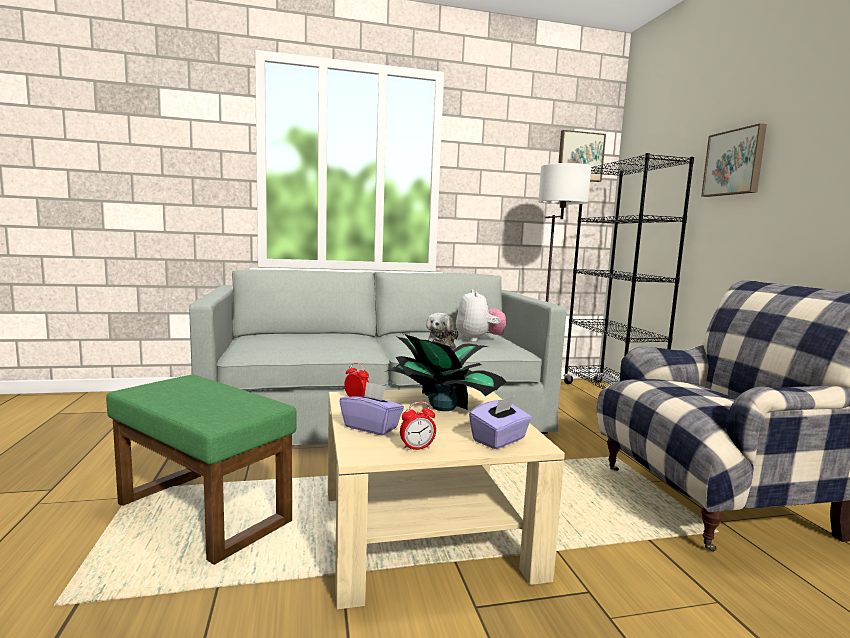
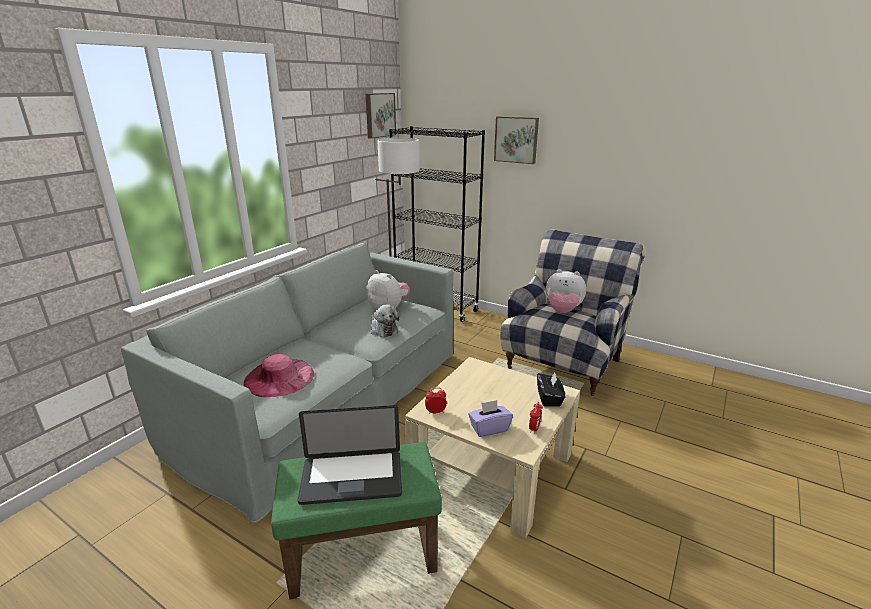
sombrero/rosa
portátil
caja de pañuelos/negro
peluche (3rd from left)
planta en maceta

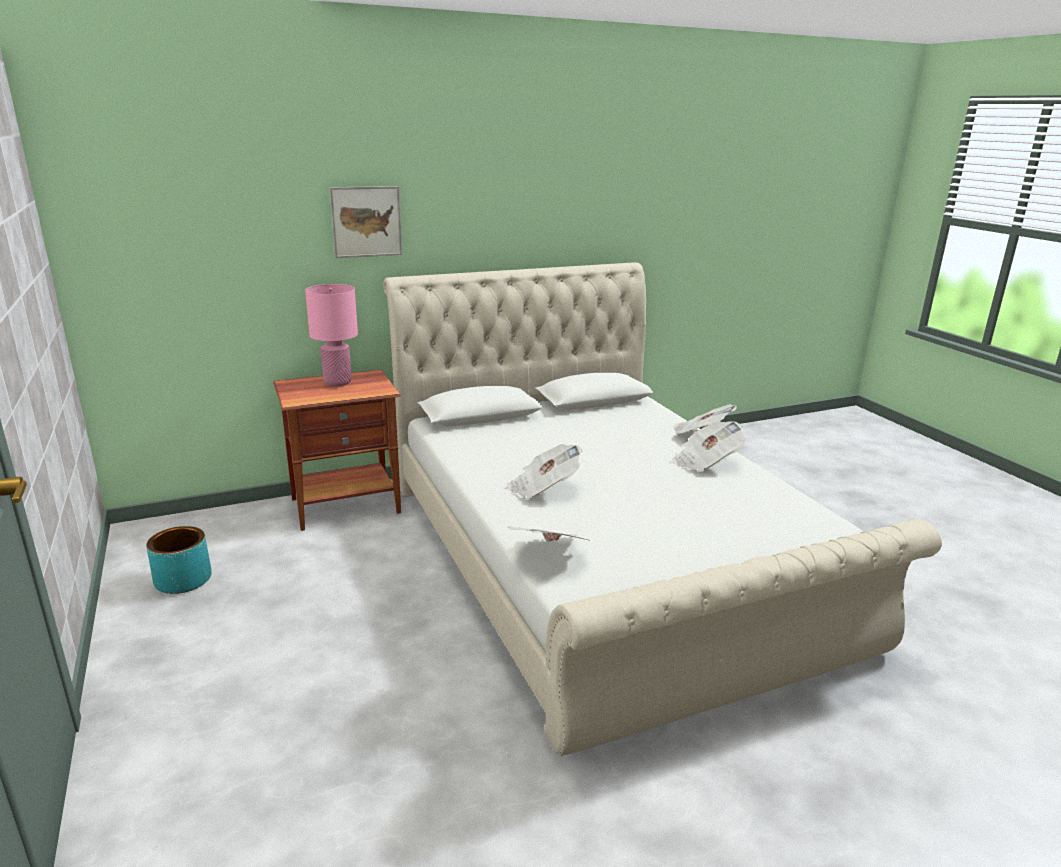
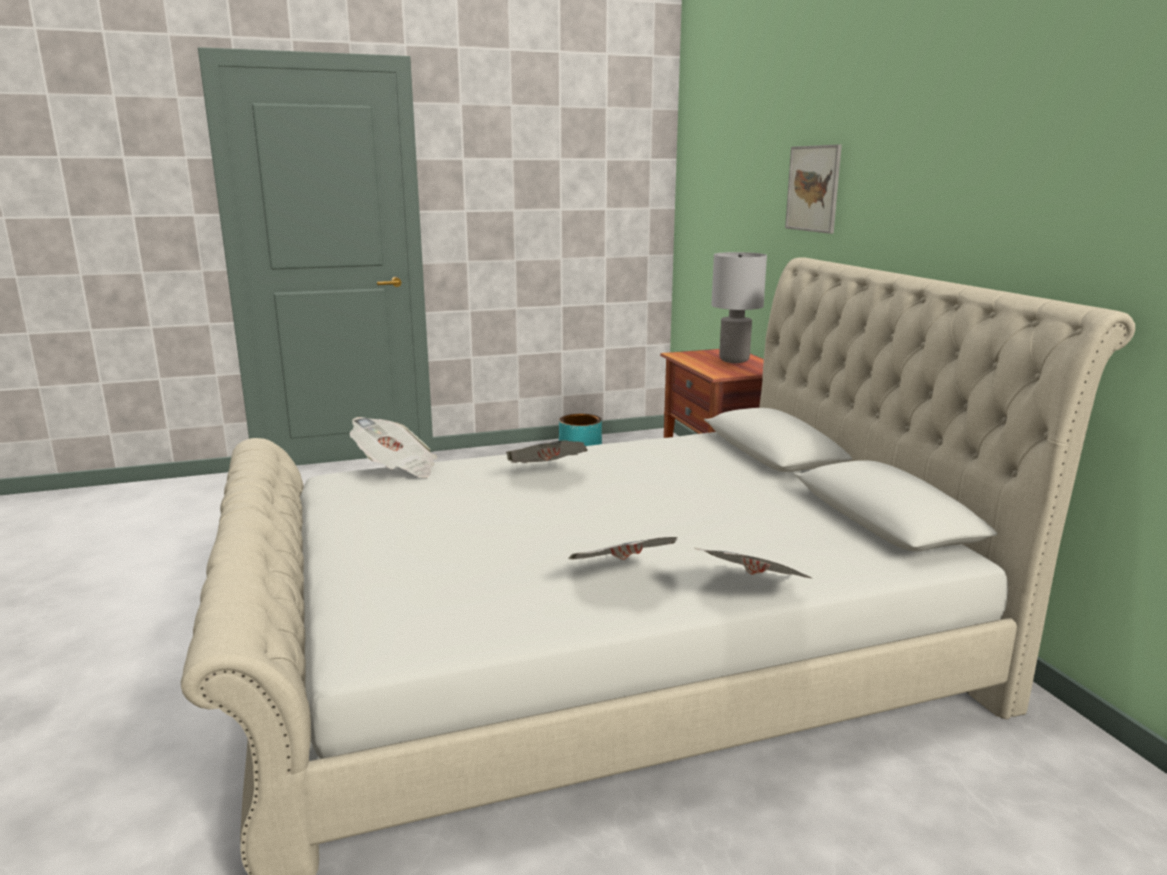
lámpara de mesa/gris

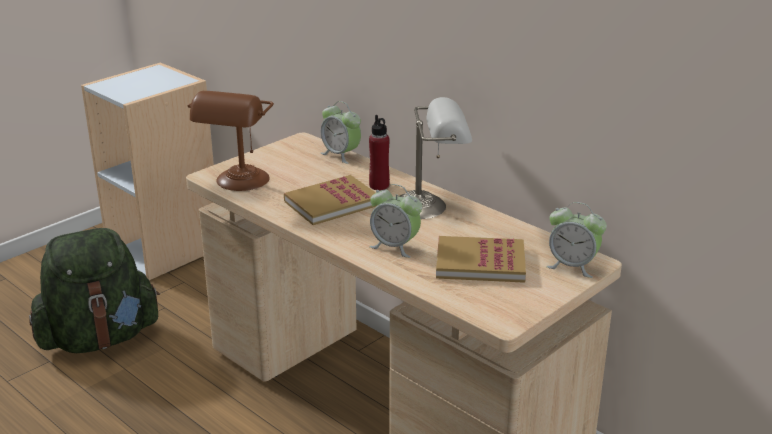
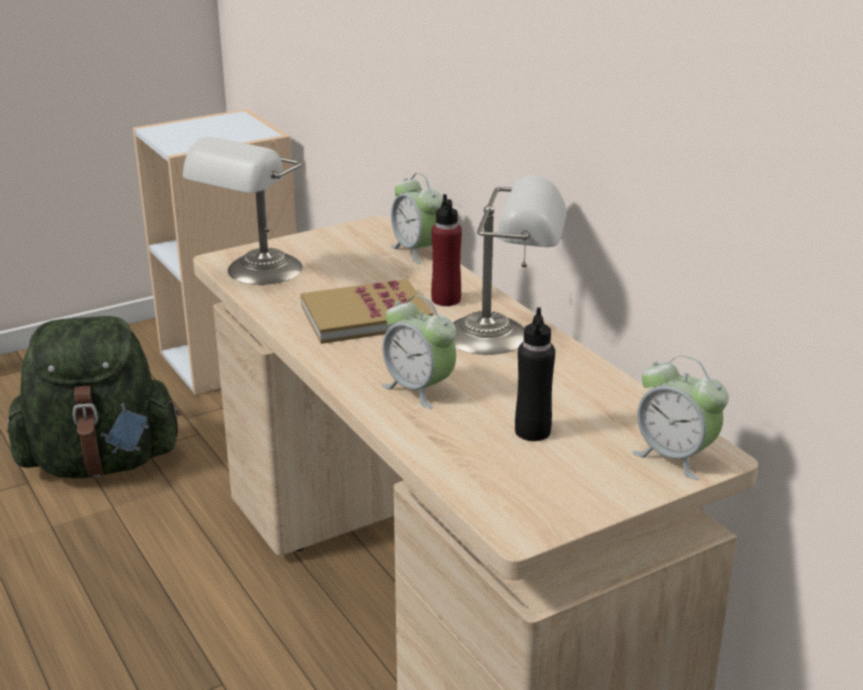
lámpara de mesa/blanco (1st from left)
botella/negro

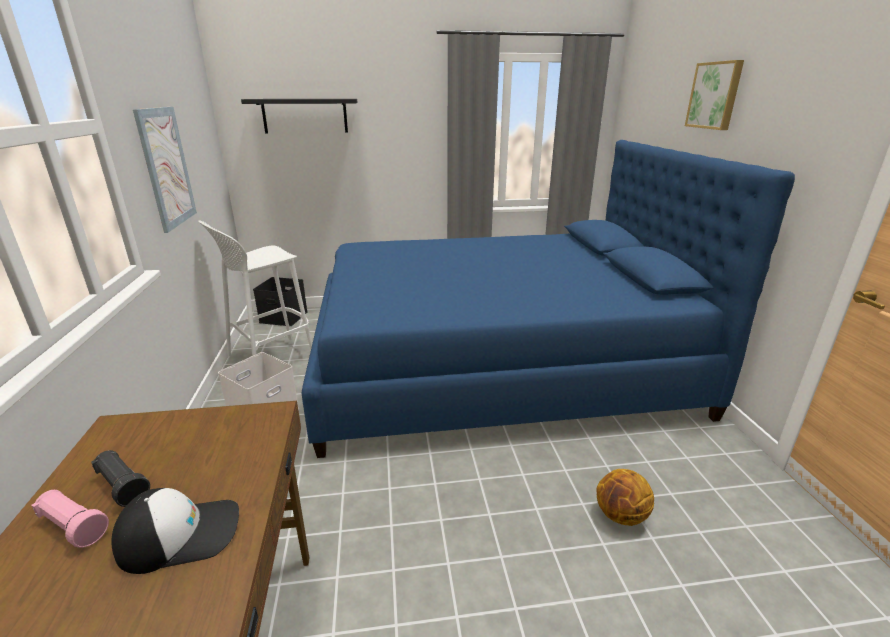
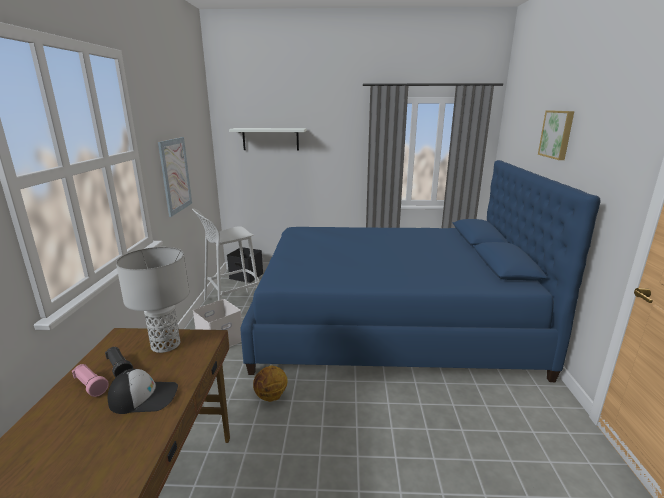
lámpara de mesa/blanco
estante/blanco
balón de baloncesto

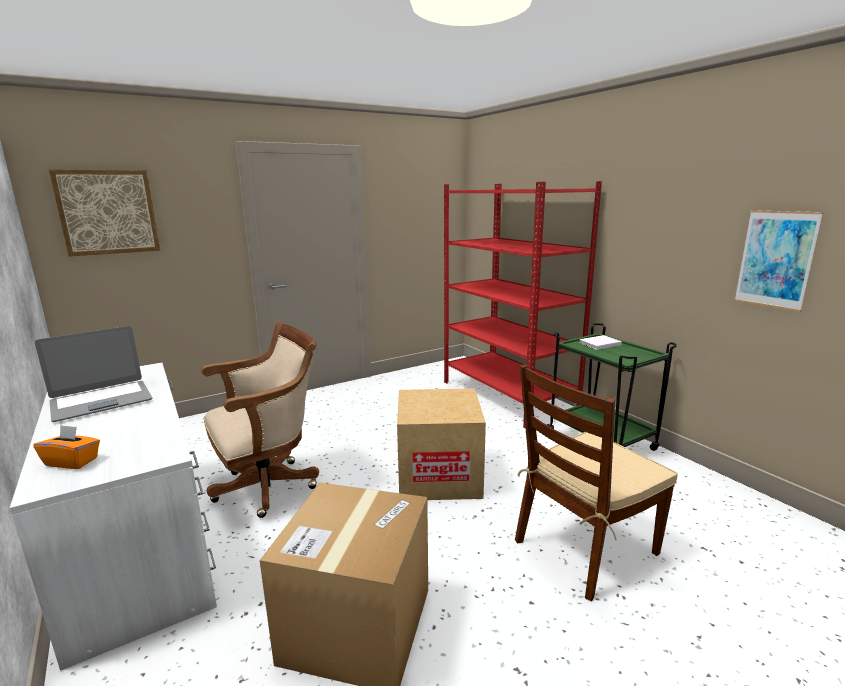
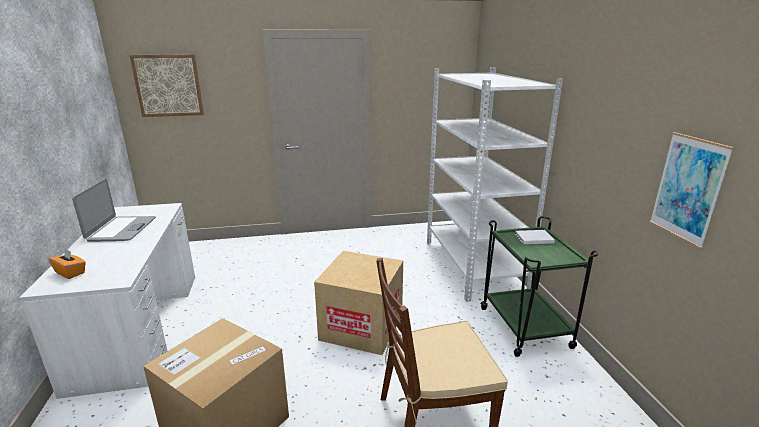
portátil
estantería/blanco
silla de oficina

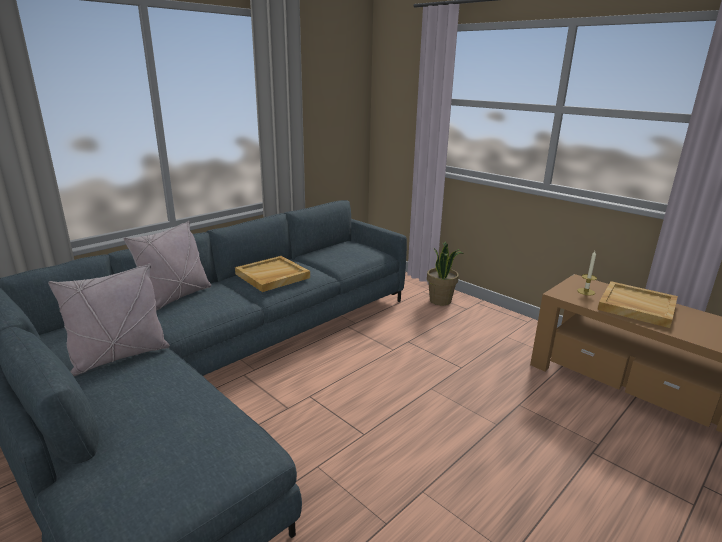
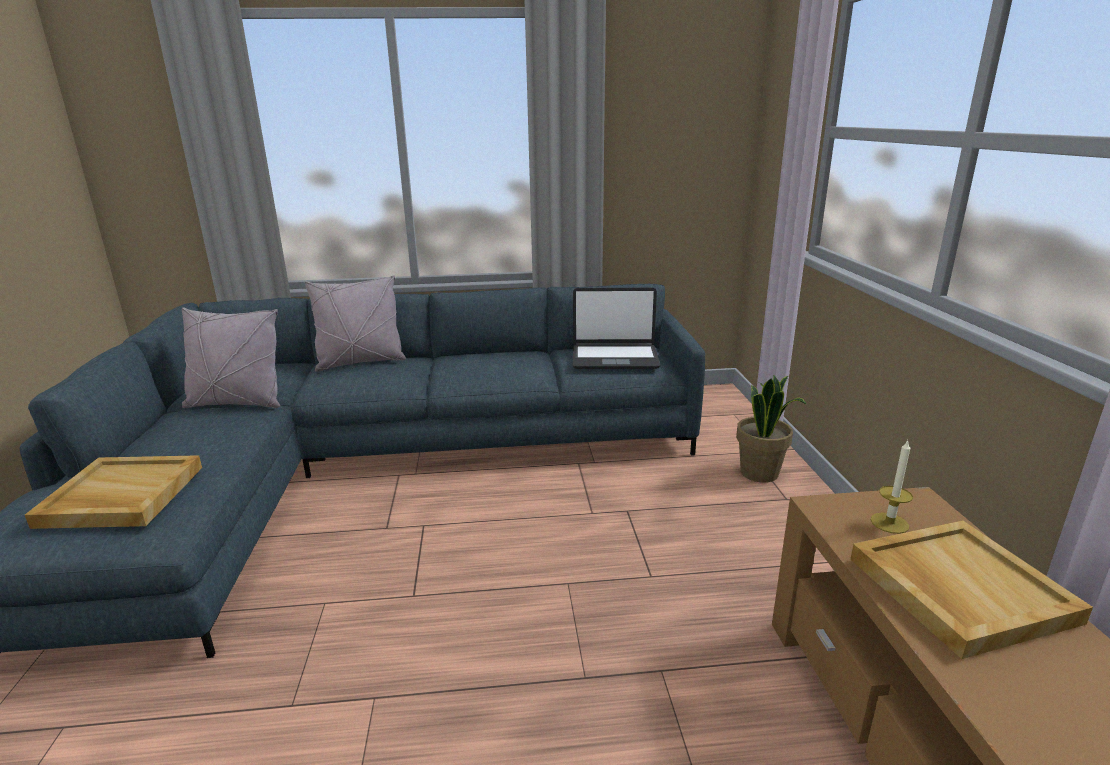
bandeja/beis (1st from left)
portátil

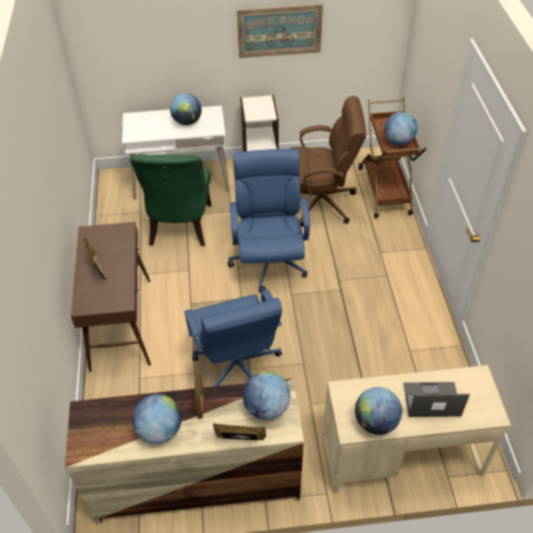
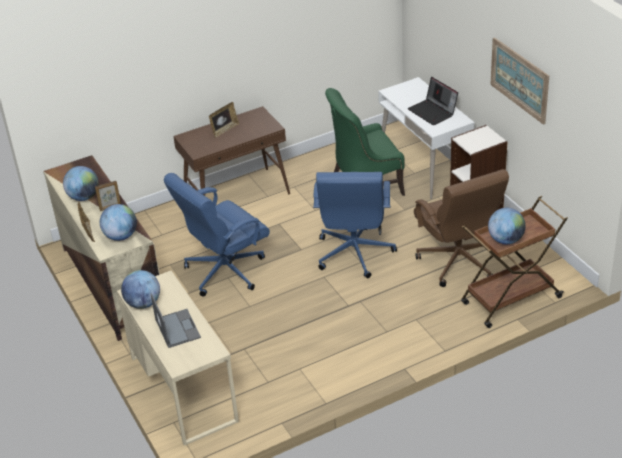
silla de oficina/azul (2nd from left)
portátil (2nd from left)

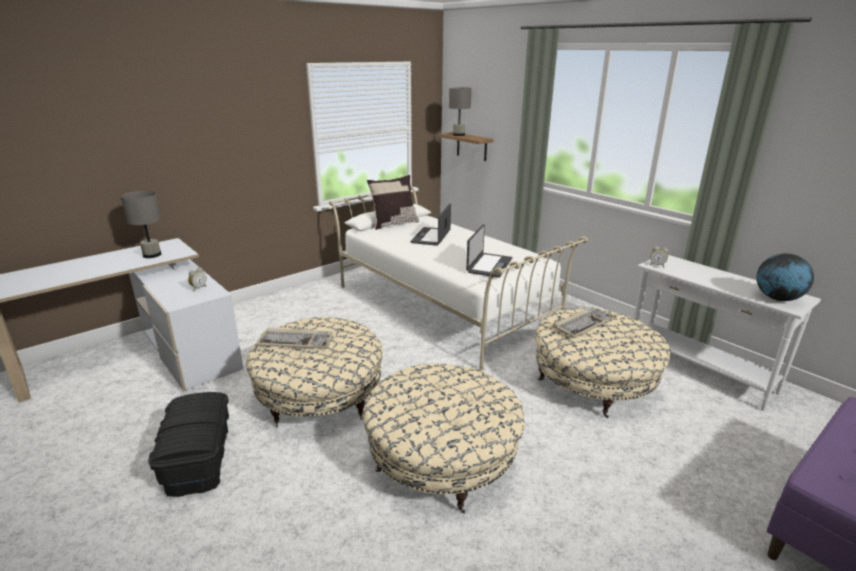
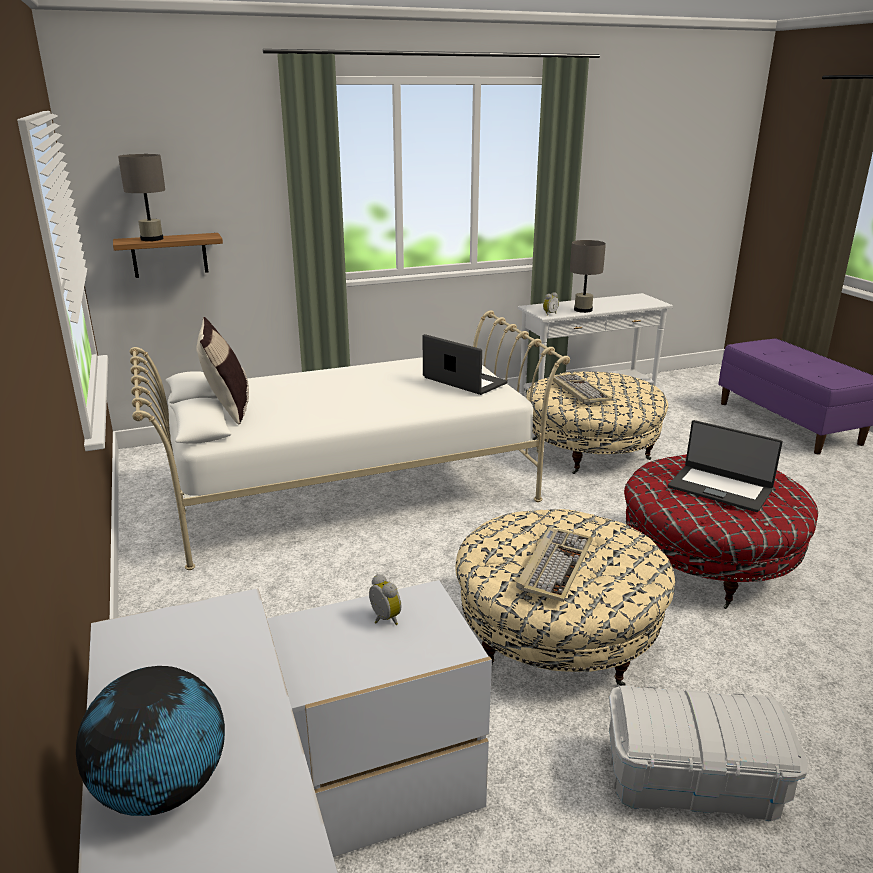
globo terráqueo
lámpara de mesa/gris (2nd from left)
caja de almacenaje/blanco
puf/rojo
portátil (2nd from left)

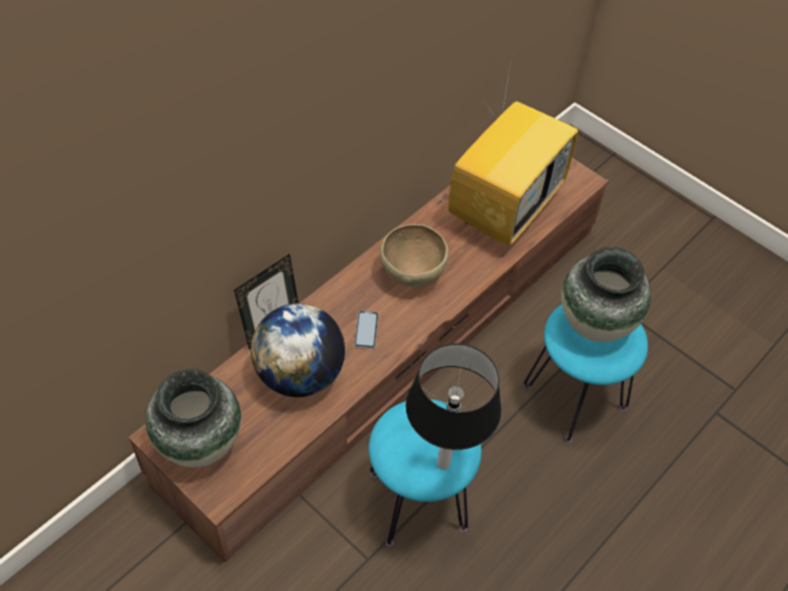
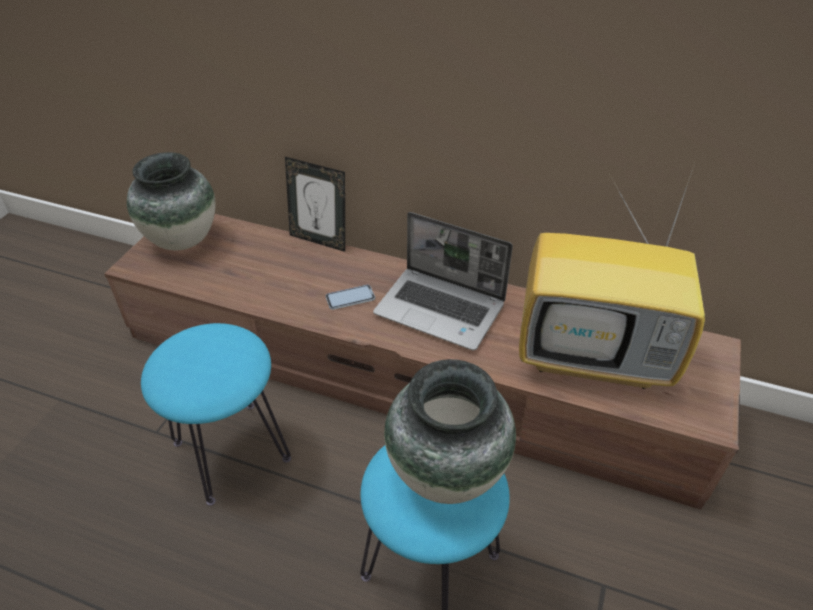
portátil
globo terráqueo
lámpara de mesa

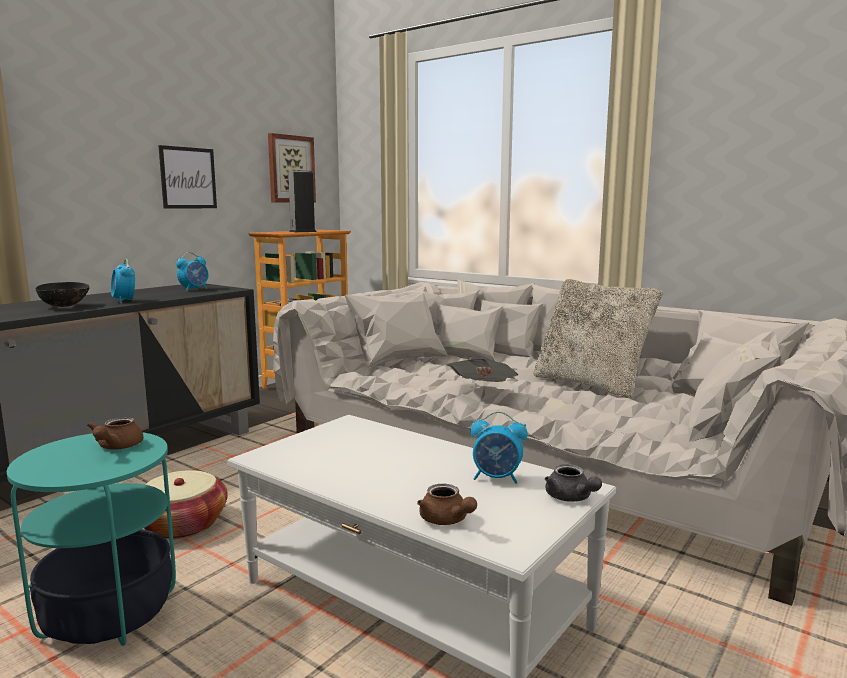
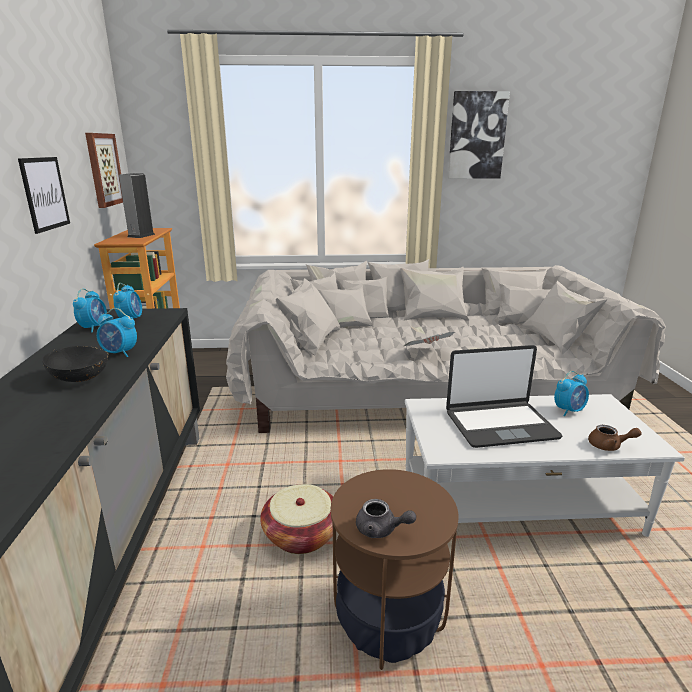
despertador (1st from left)
mesa auxiliar/marrón
tetera/gris
portátil
cuadro (3rd from left)
tetera/marrón (1st from left in the first image)
cojín/beis

